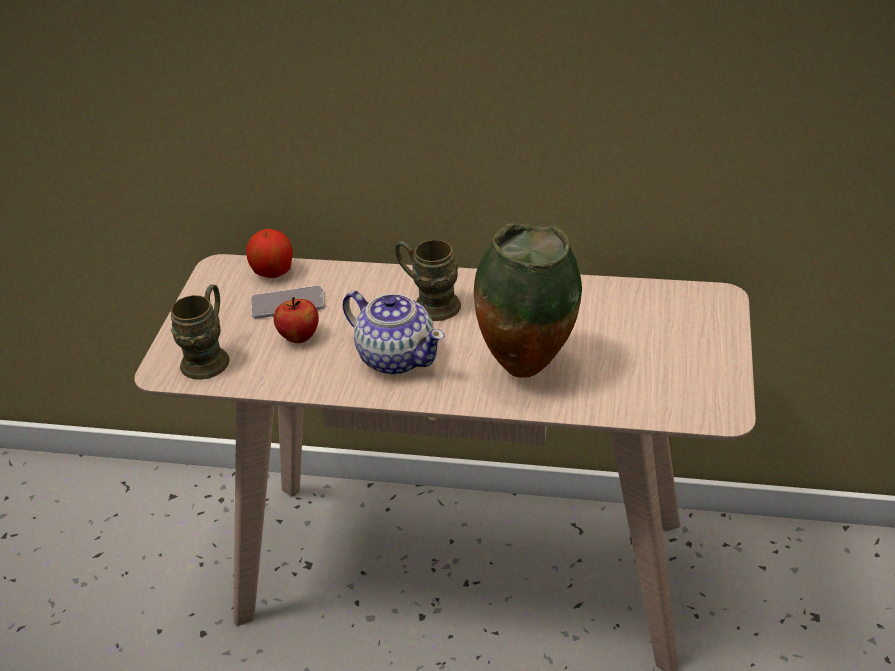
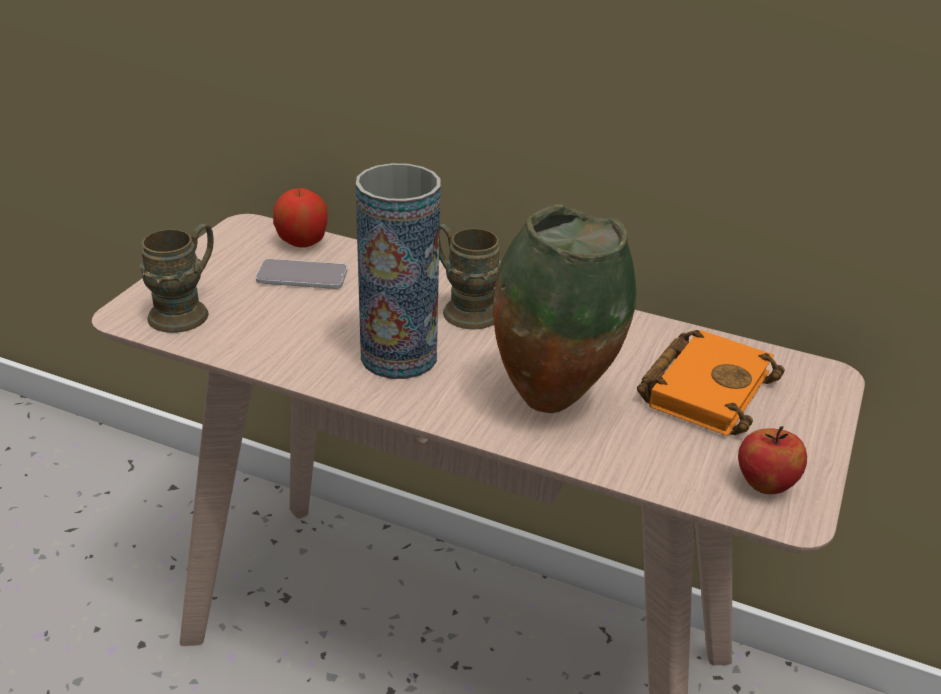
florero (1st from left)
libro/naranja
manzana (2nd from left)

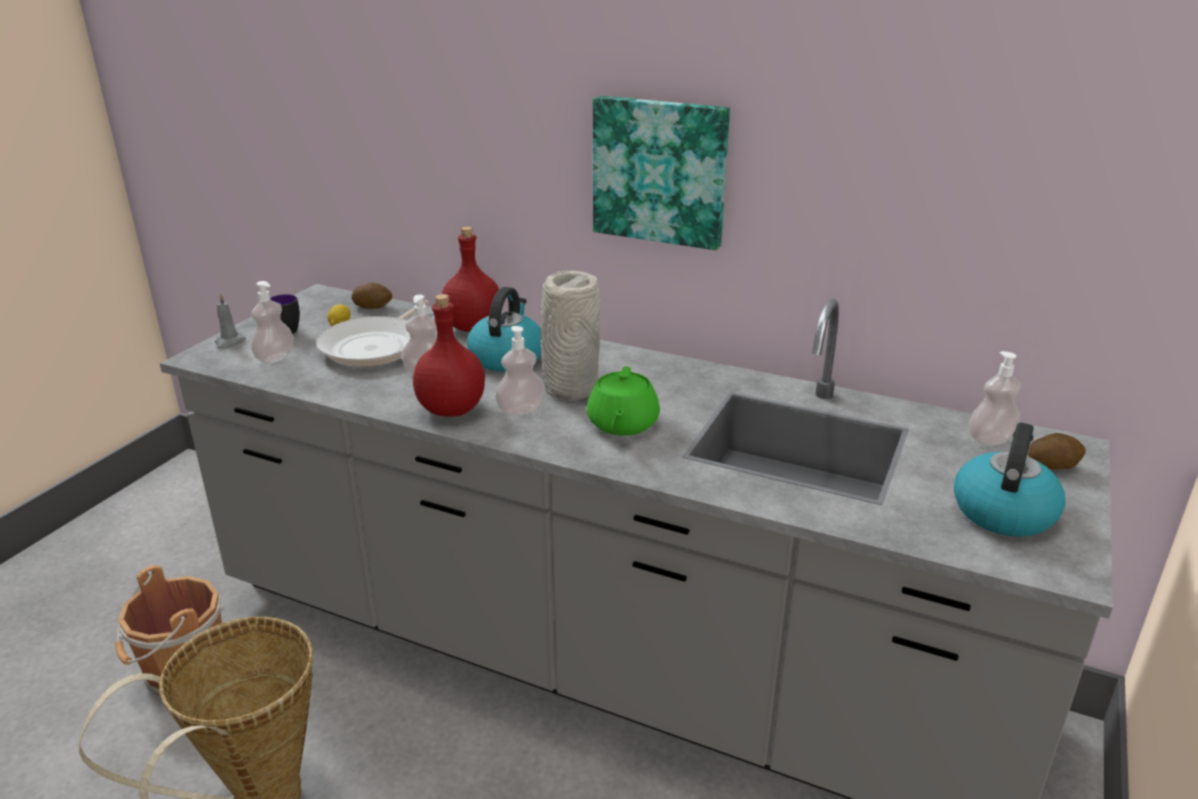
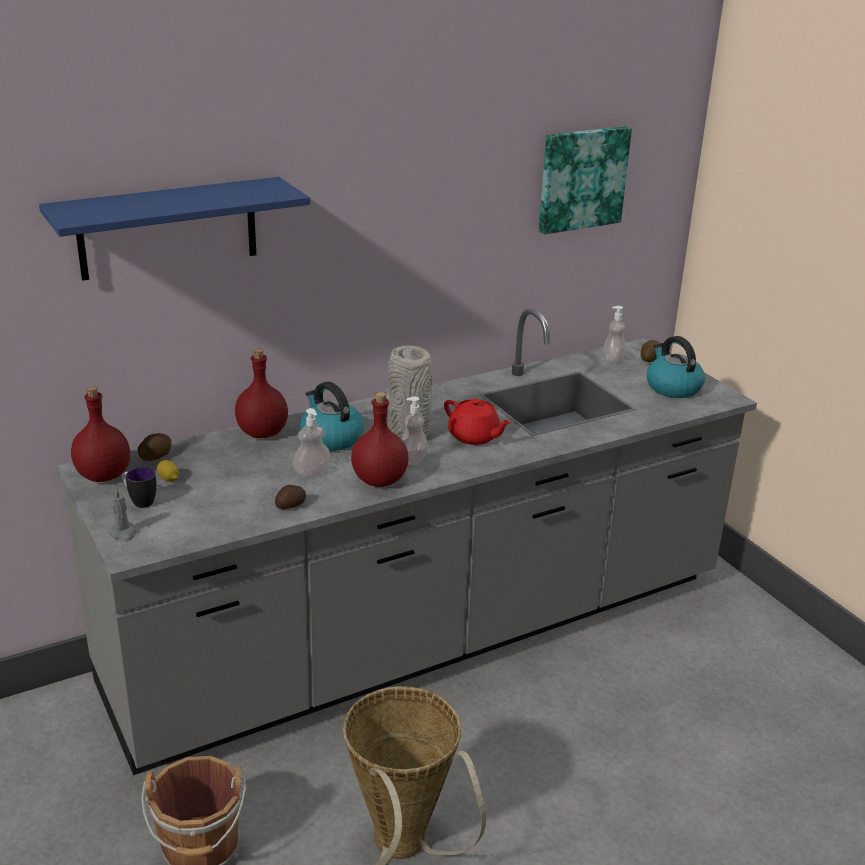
estante/azul
botella/rojo (1st from left)
patata (2nd from left)
tetera/rojo
cuadro
dispensador de jabón (1st from left in the first image)
sartén

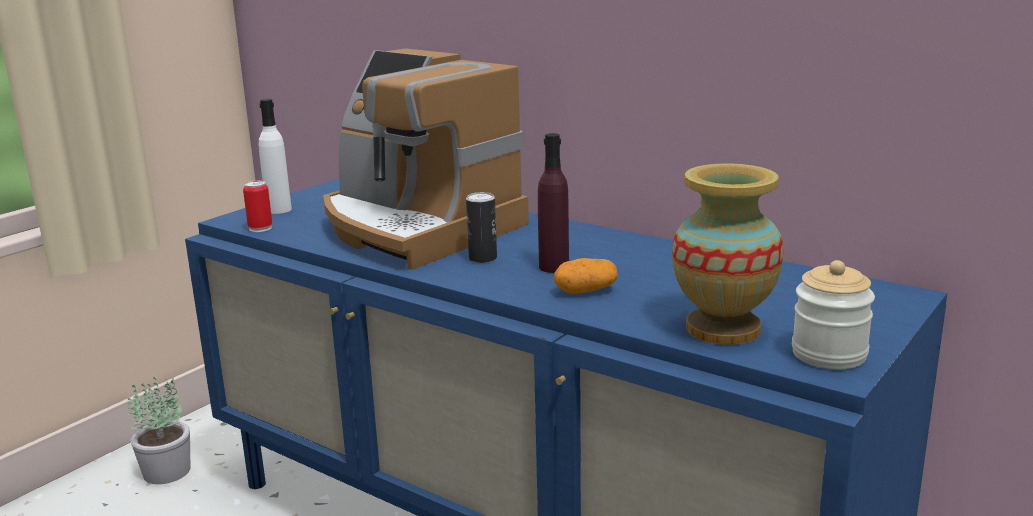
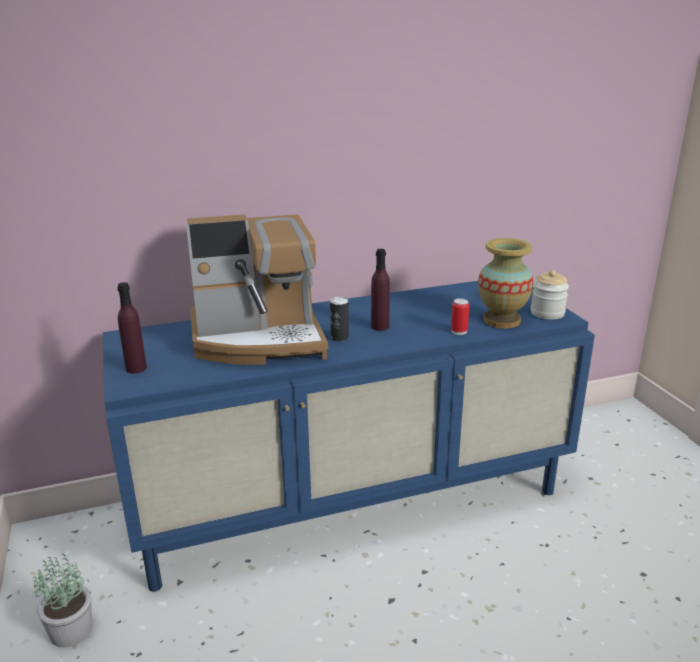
botella/morado (1st from left)
lata (2nd from left)
patata

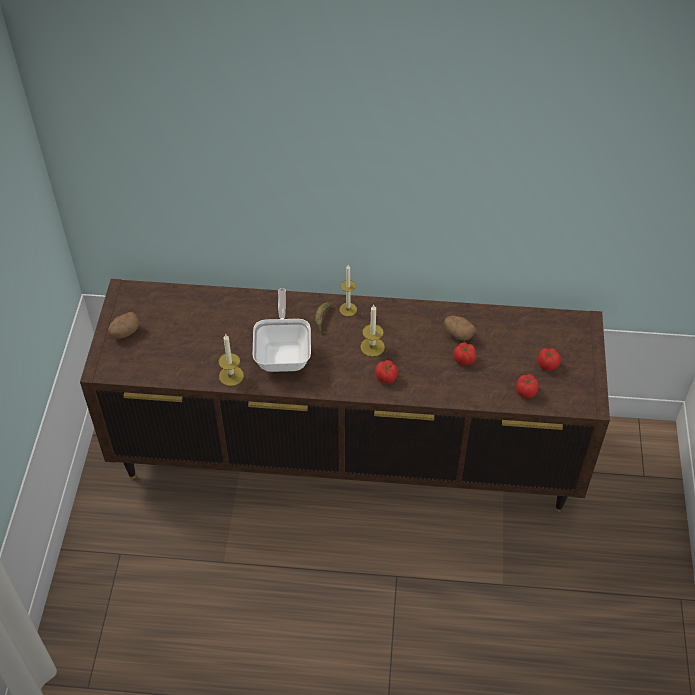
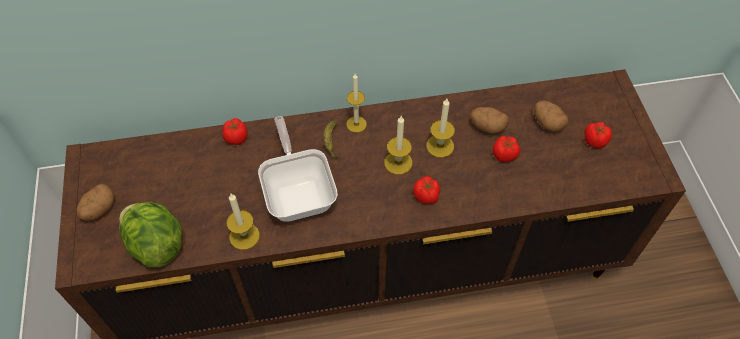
lechuga
tomate (1st from left)
vela (4th from left)
patata (3rd from left)

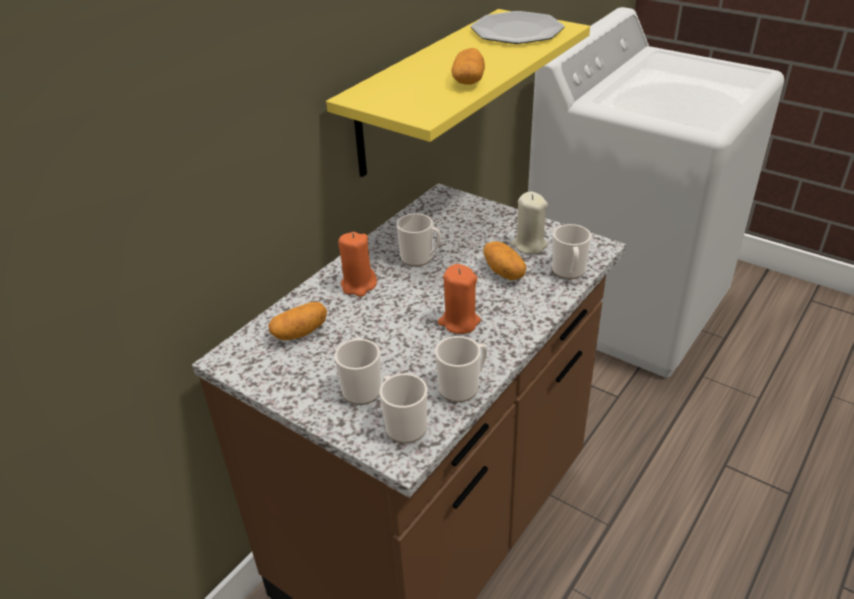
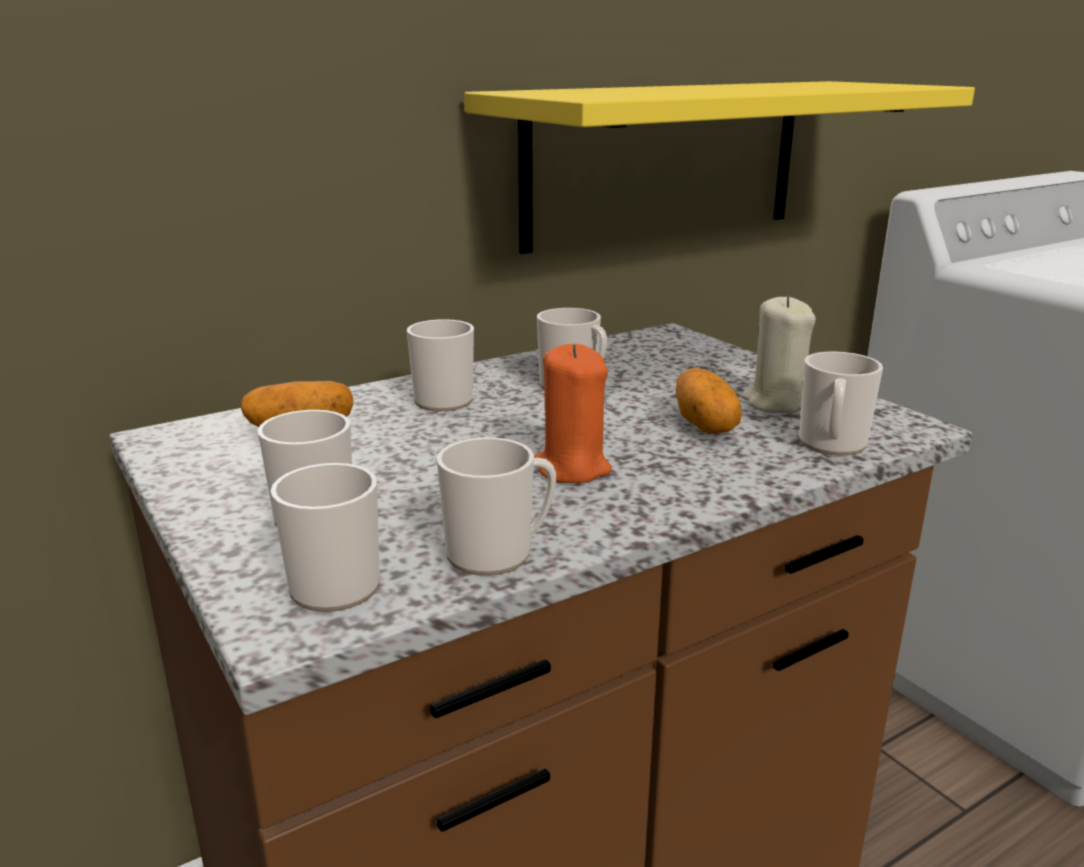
taza grande (3rd from left)
patata (2nd from left in the first image)
plato

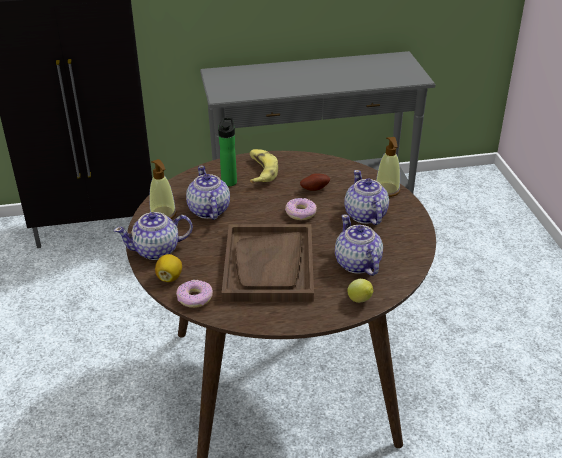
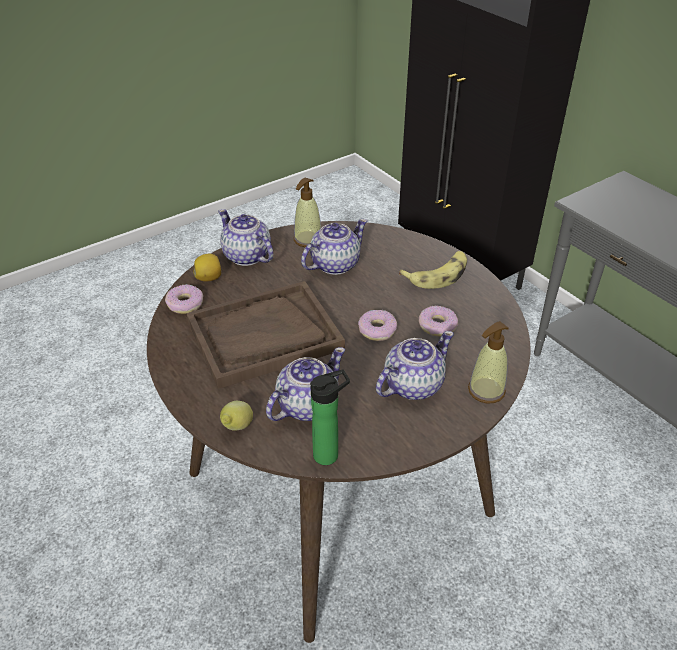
botella
rosquilla (3rd from left)

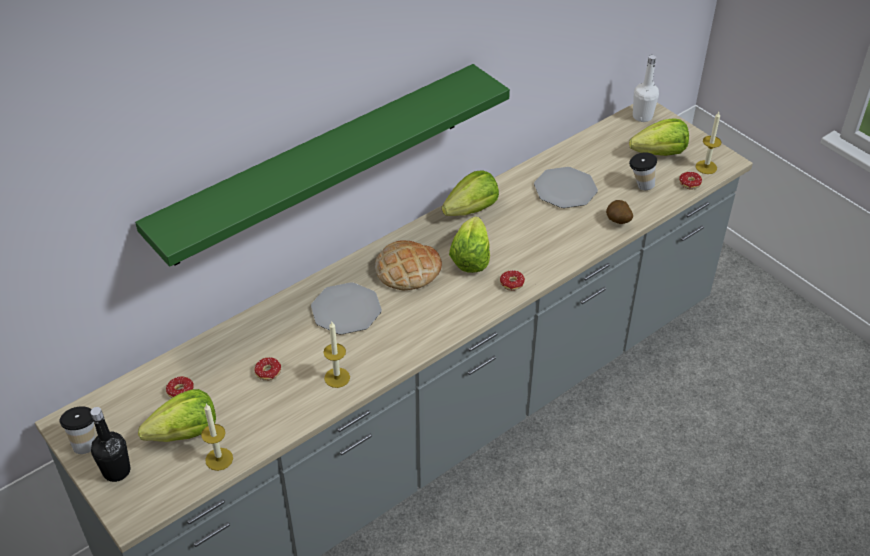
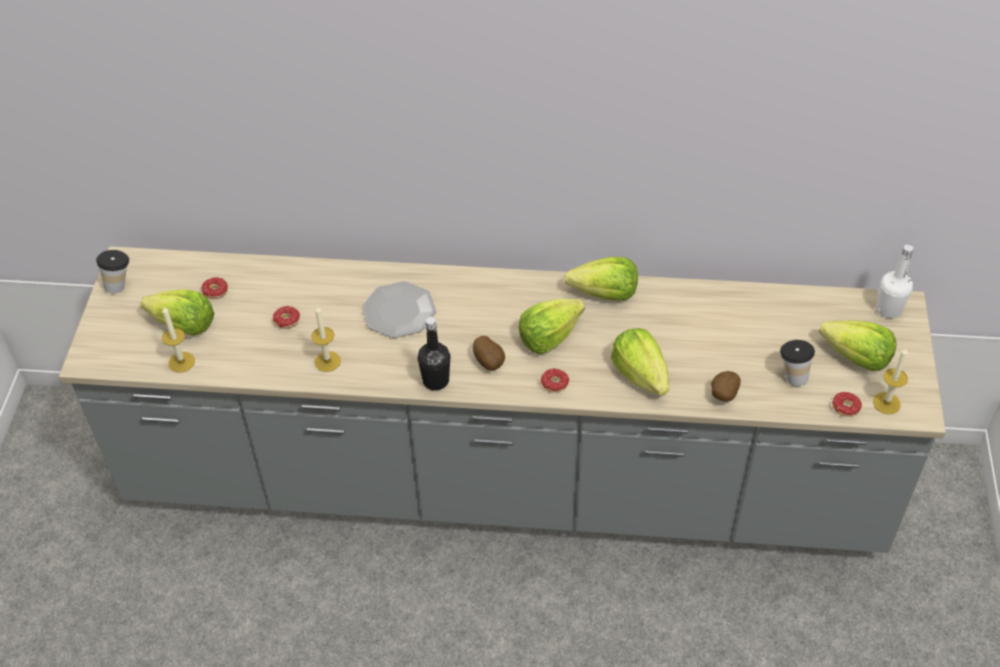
botella/negro
patata (1st from left)
lechuga (4th from left)
estante/verde
pan
plato (2nd from left in the first image)

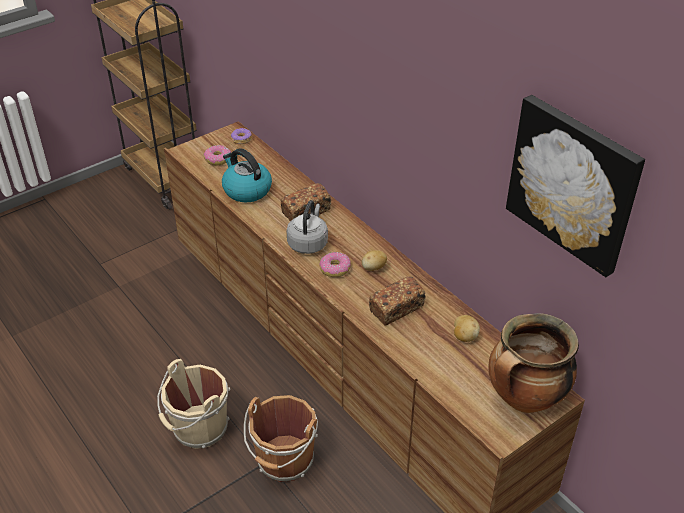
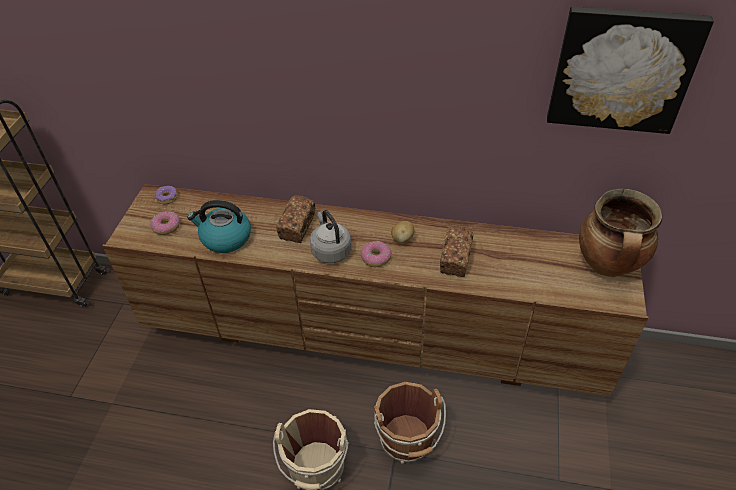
patata (2nd from left in the first image)

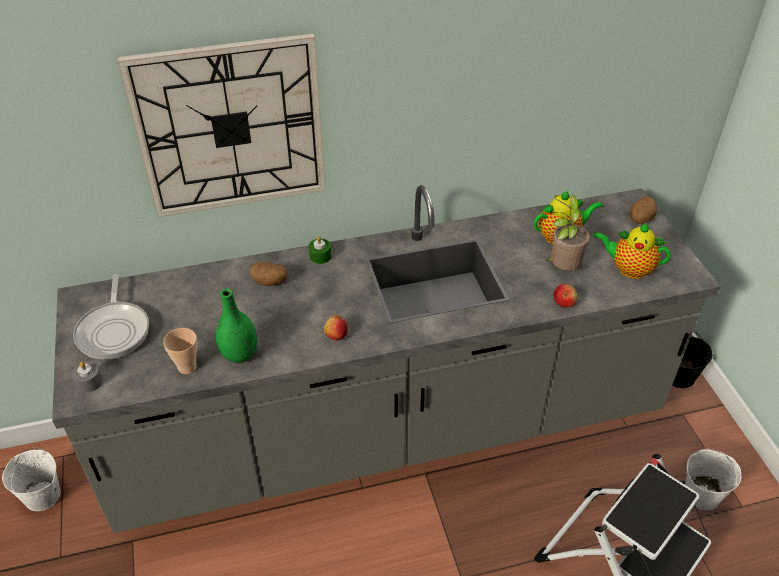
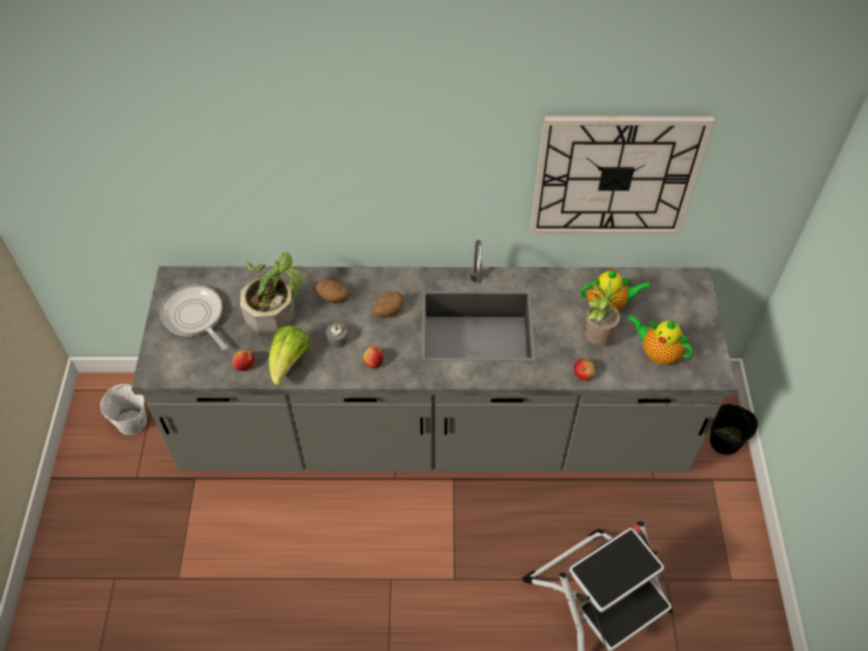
sartén
manzana (1st from left)
planta en maceta (1st from left)
lechuga
vela/gris
patata (2nd from left)
reloj de pared
vela/verde
cubo/blanco (2nd from left in the first image)

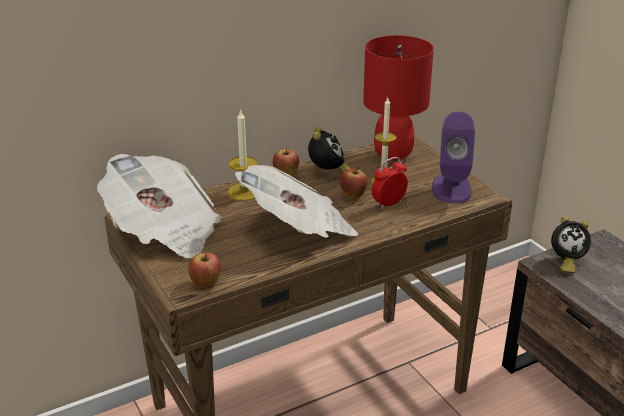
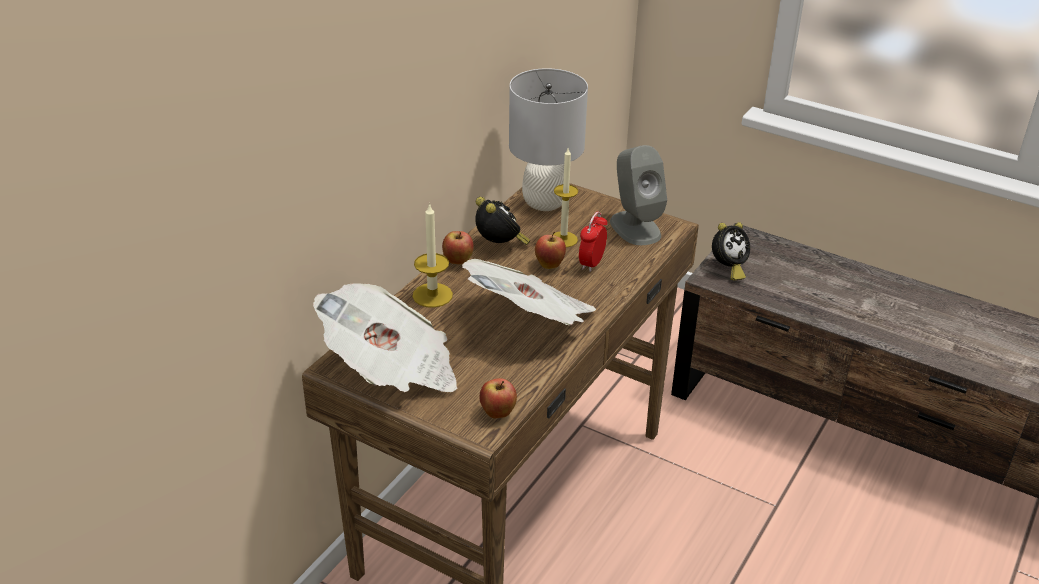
lámpara de mesa/gris
altavoz/gris

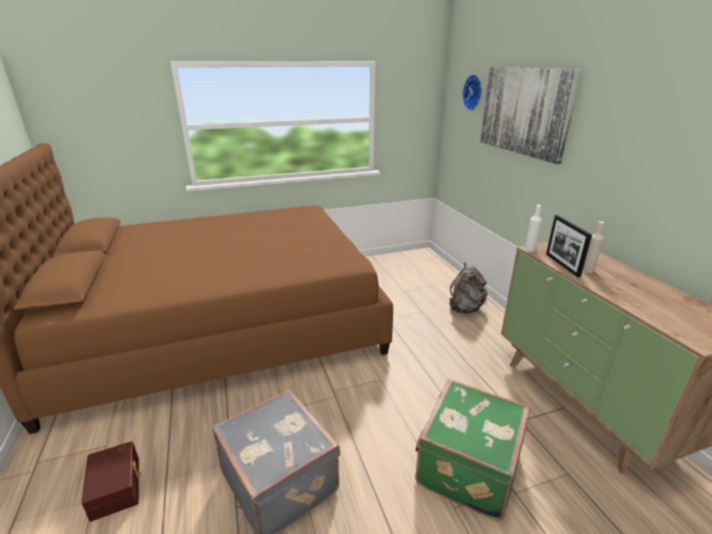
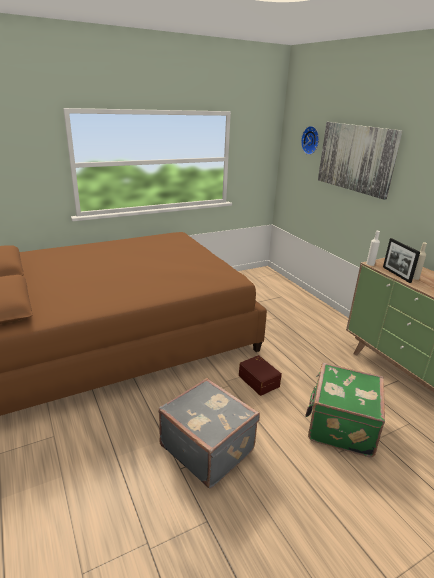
caja de almacenaje/marrón
mochila/gris

